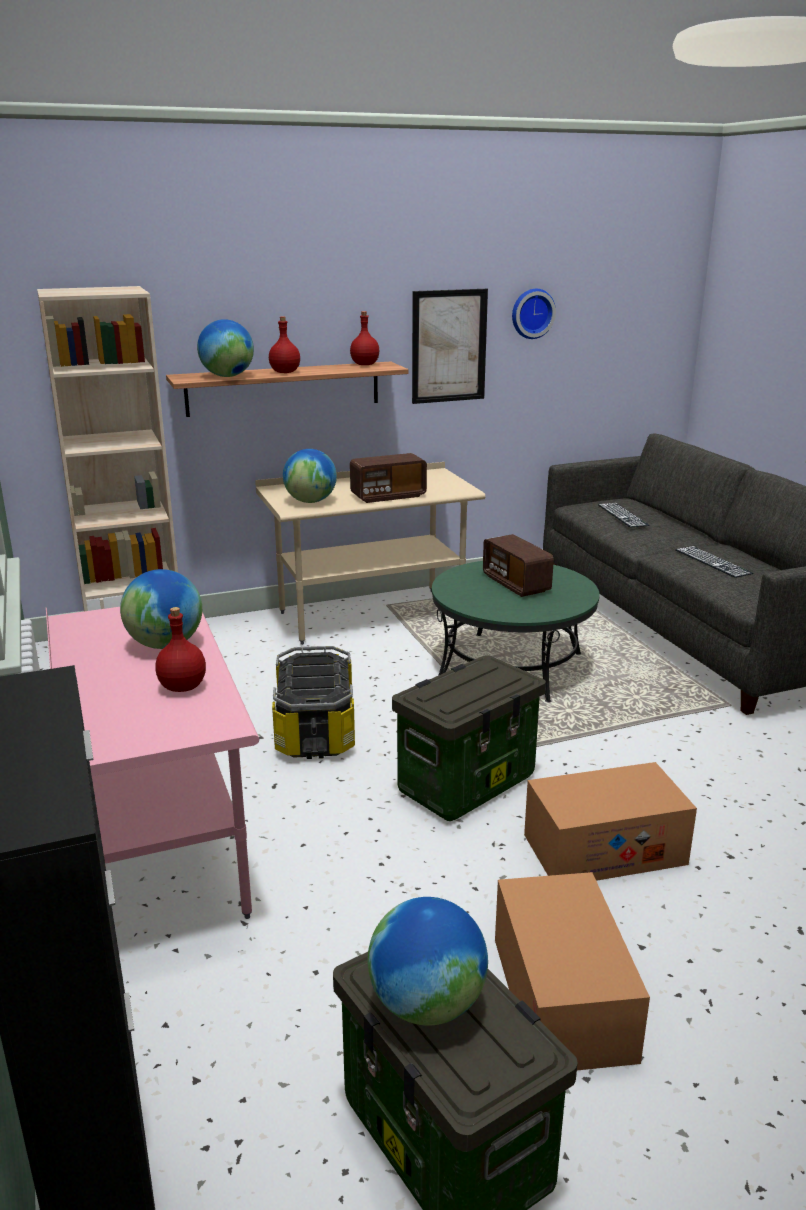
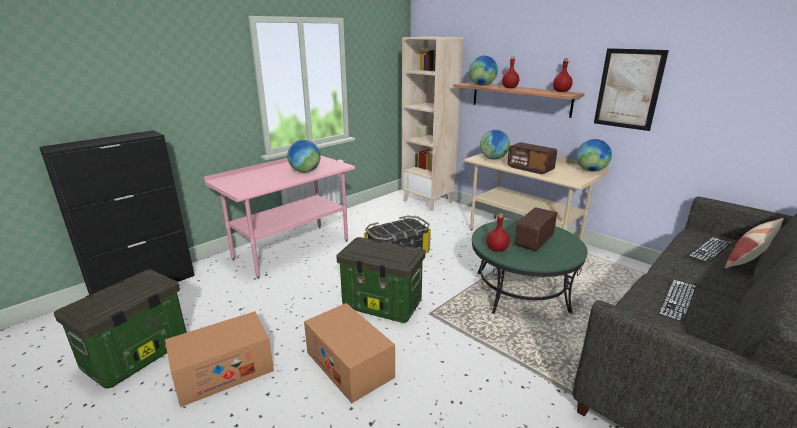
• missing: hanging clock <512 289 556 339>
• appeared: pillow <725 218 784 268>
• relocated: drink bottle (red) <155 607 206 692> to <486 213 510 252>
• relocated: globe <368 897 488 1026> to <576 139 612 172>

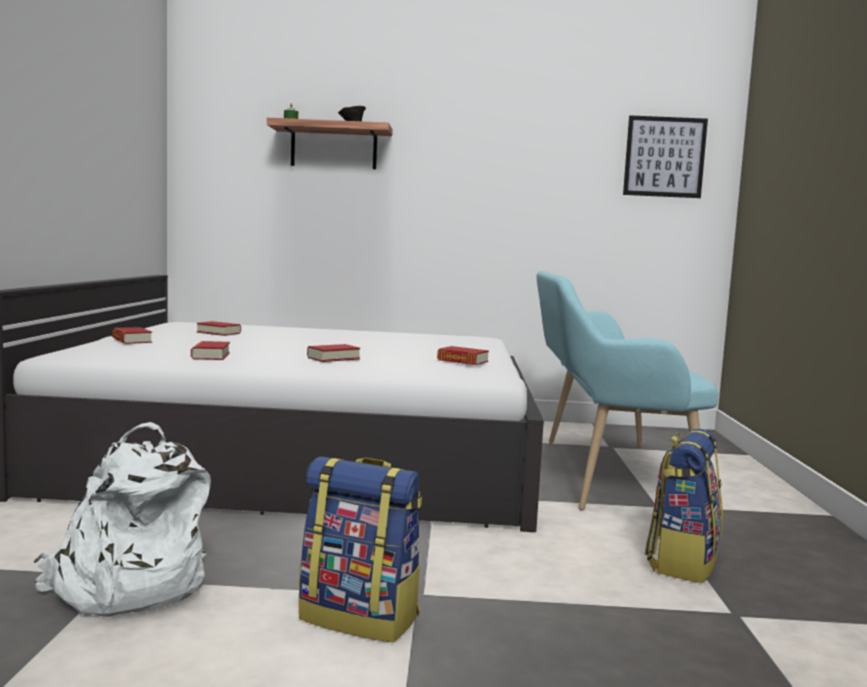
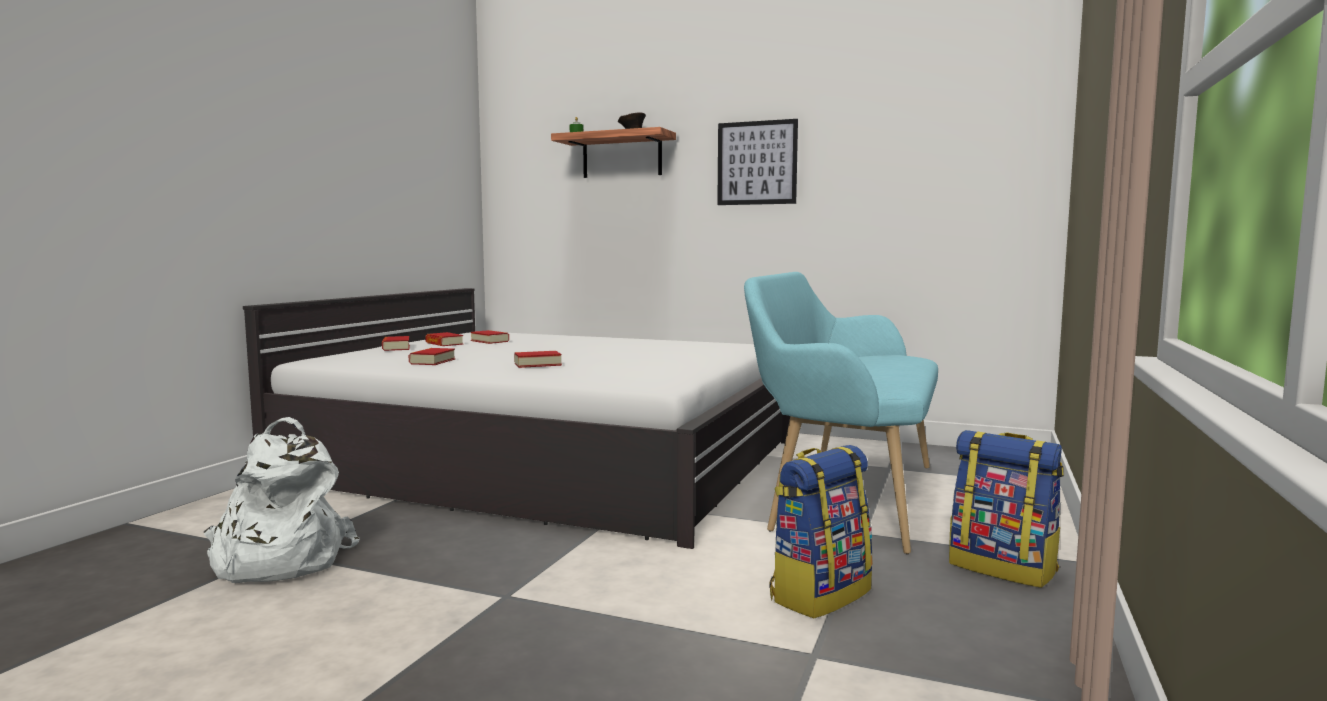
• relocated: backpack <299 457 422 643> to <949 430 1064 588>
• relocated: bound book <437 346 489 365> to <425 332 463 346>
• relocated: wall picture <623 116 708 198> to <717 119 798 205>

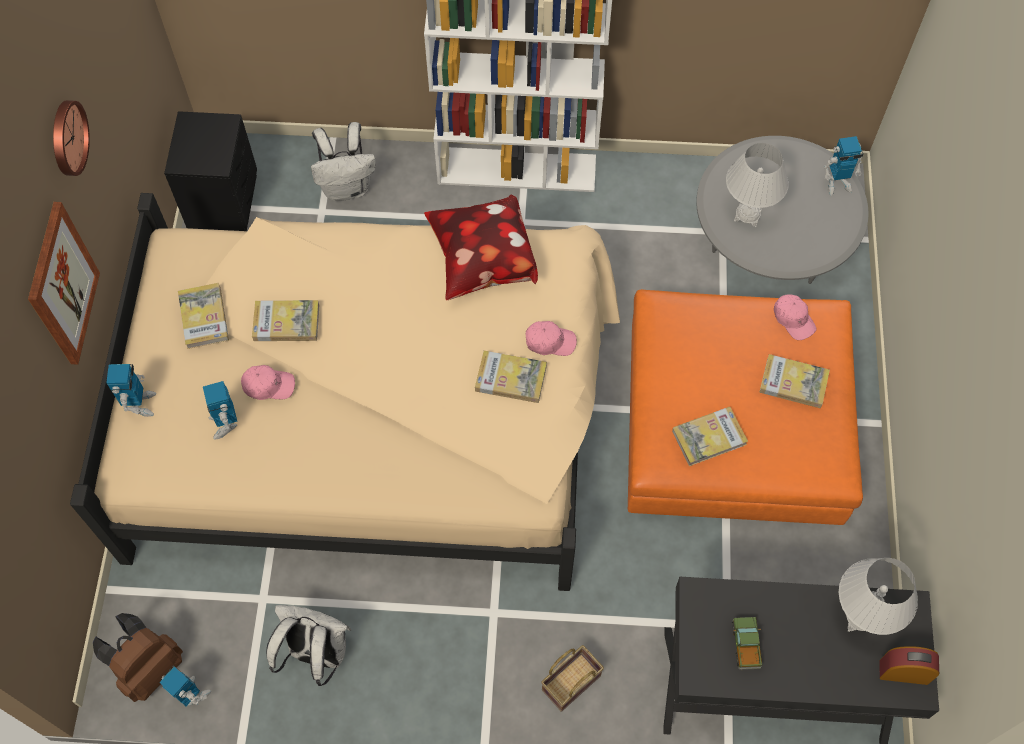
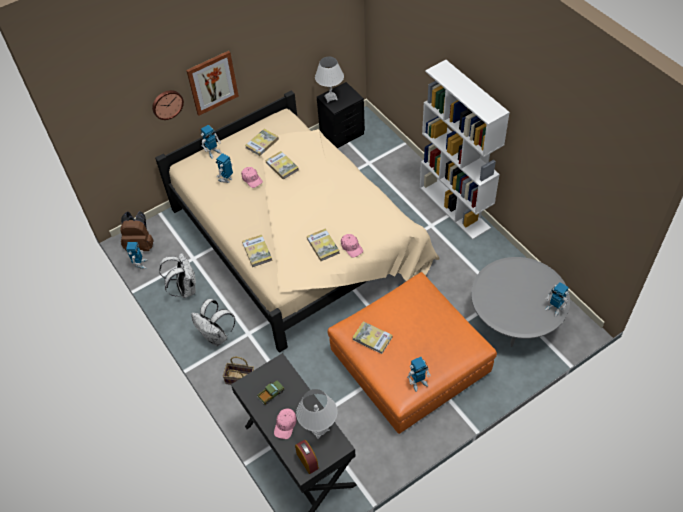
• missing: pillow <424 195 538 301>
• appeared: robot figure <407 357 431 392>
• relocated: hanging clock <53 100 90 176> to <152 90 184 120>
• relocated: backpack (whitish) <311 122 376 201> to <191 299 235 346>
• relocated: tabletop lamp (whitish) <726 143 789 227> to <315 57 344 103>
• relocated: bound book <760 354 830 408> to <242 235 273 267>
• relocated: cap (pink-coloured) <774 295 816 340> to <274 409 297 439>

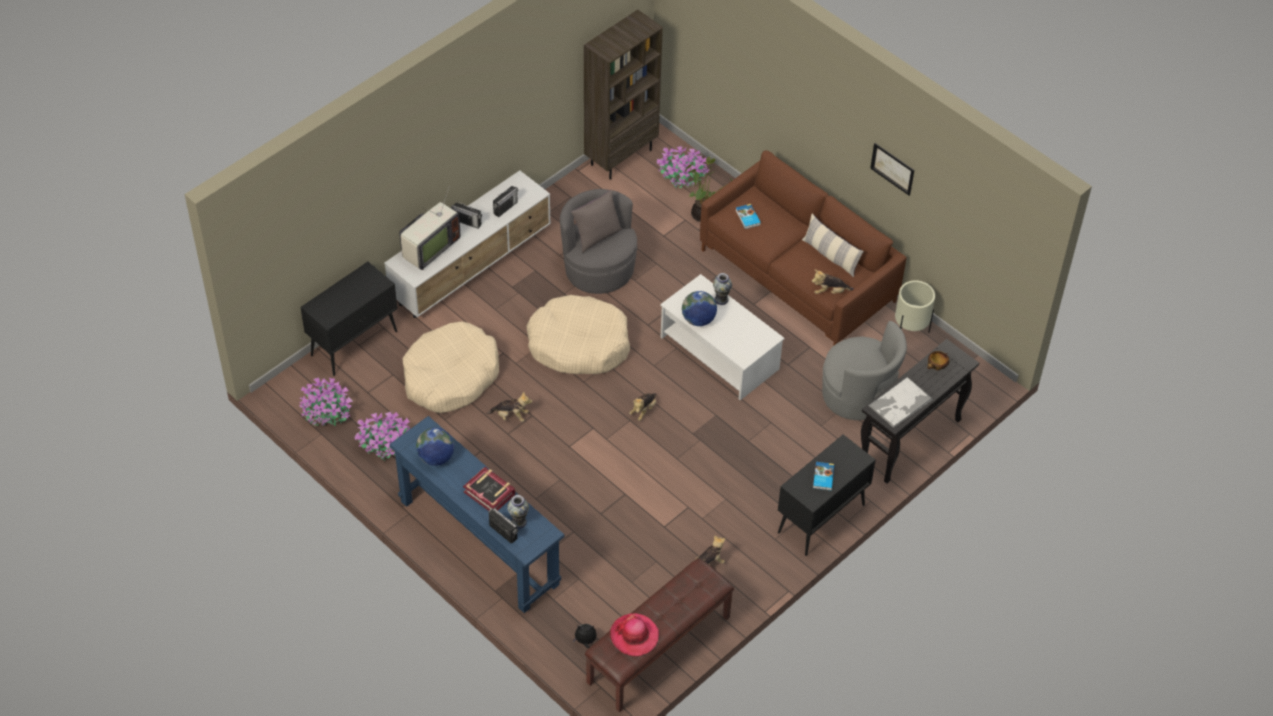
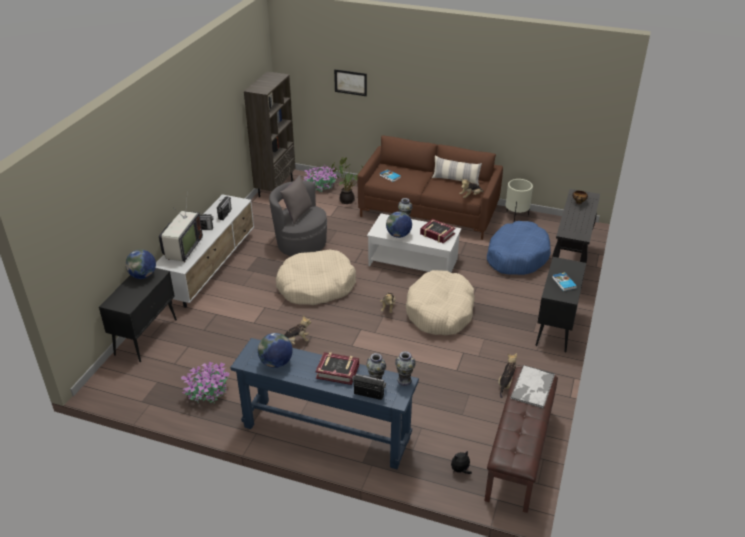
• missing: potted plant <299 377 353 426>
• missing: wearable hat <610 613 659 656>
• appeared: globe <125 250 156 279>
• appeared: vase <395 351 416 386>
• appeared: bound book <420 219 456 243>
• relocated: dog bed (sand-coloured) <403 321 499 413> to <406 270 475 335>
• relocated: serving tray <869 377 933 428> to <511 365 555 408>
• relocated: wall picture <870 143 914 196> to <334 69 367 96>
• exchanged: lounge chair (greyish) <822 321 907 420> to dog bed (blue) <487 221 551 275>

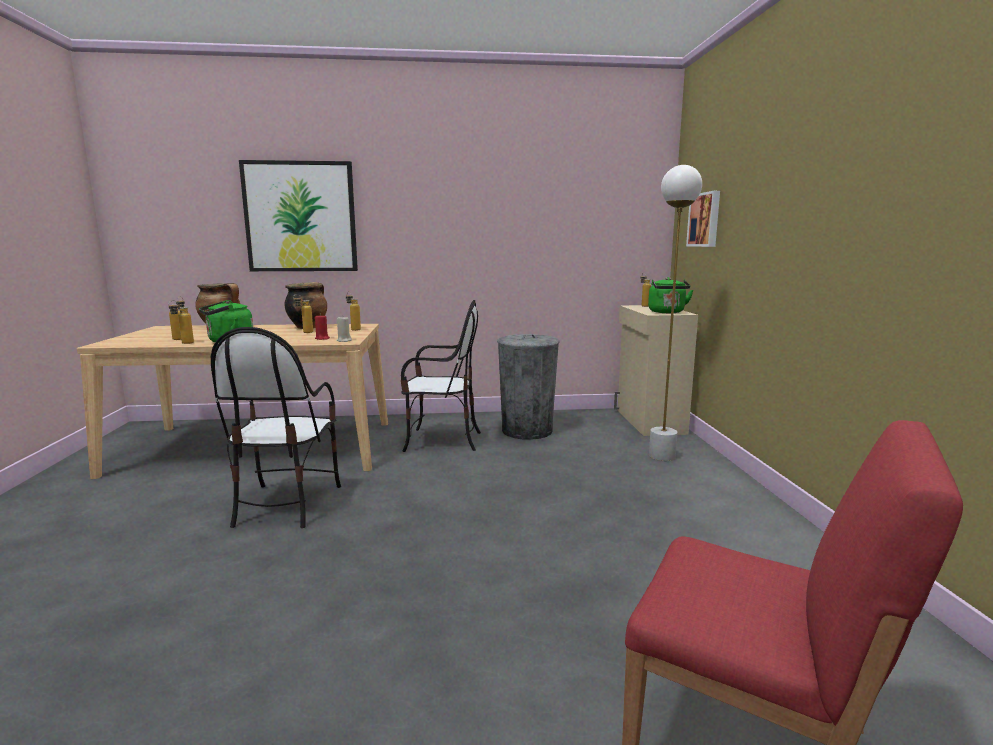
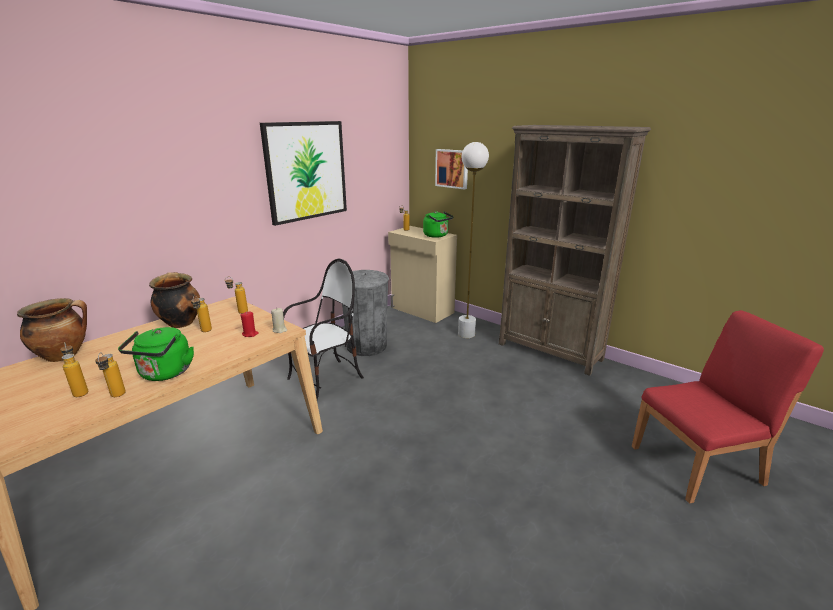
• missing: upright chair <211 327 341 528>
• appeared: bookshelf (brownish) <499 125 651 376>
• relocated: wall picture <239 160 358 271> to <260 121 347 226>

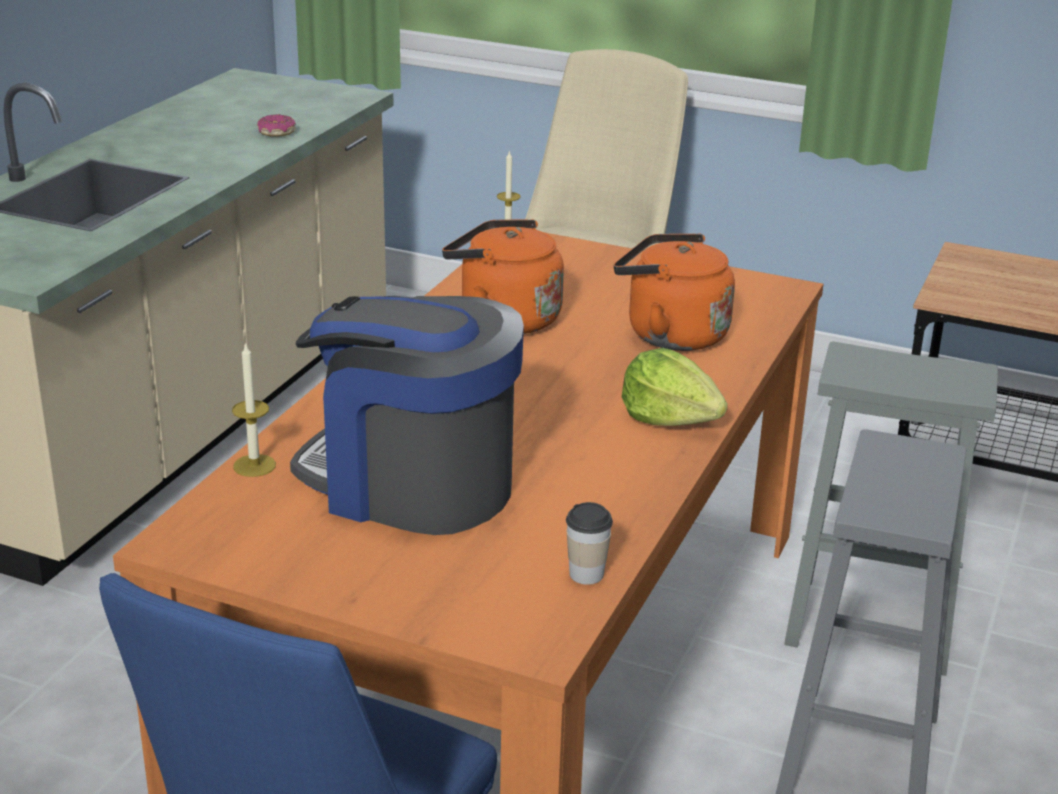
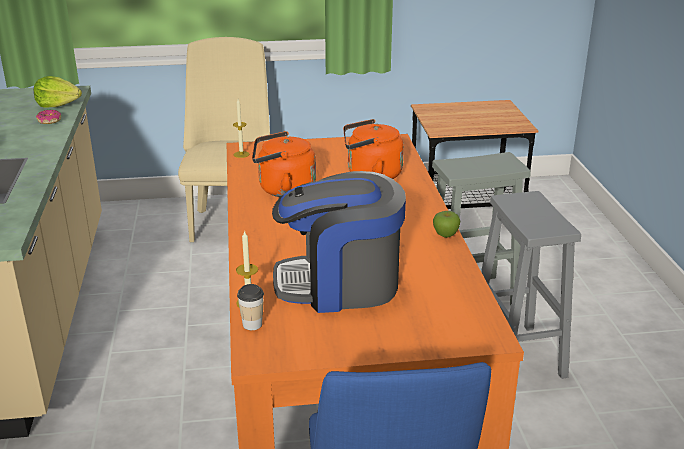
• appeared: apple <433 211 460 238>
• relocated: drinking cup <566 502 613 585> to <237 284 264 330>
• relocated: head of lettuce <622 348 728 426> to <34 76 82 108>

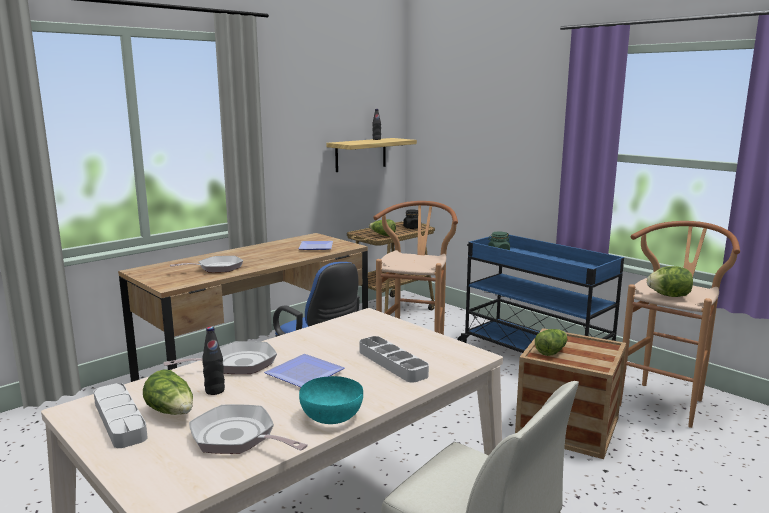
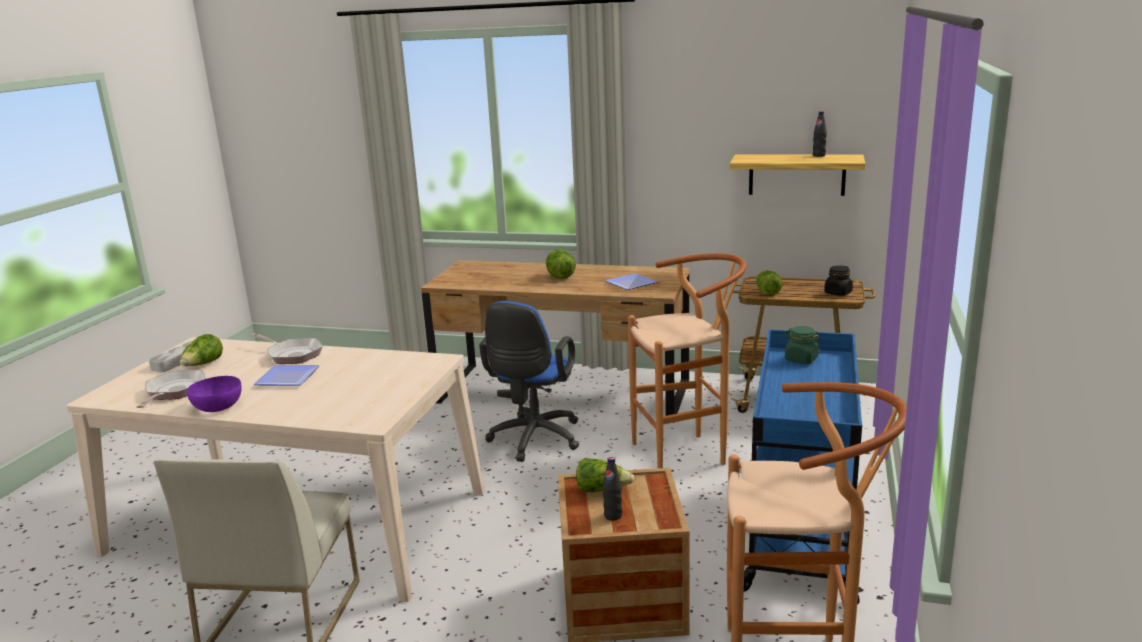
• missing: frying pan <170 256 243 272>
• missing: serving tray (greyish) <359 336 429 383>
• relocated: drink bottle (black-coloured) <202 327 225 395> to <603 457 622 521>
• relocated: head of lettuce <647 266 693 297> to <546 249 576 279>
• colour: bowl (turquoise-coloured) <299 376 363 424> to bowl (purplish) <187 376 242 412>

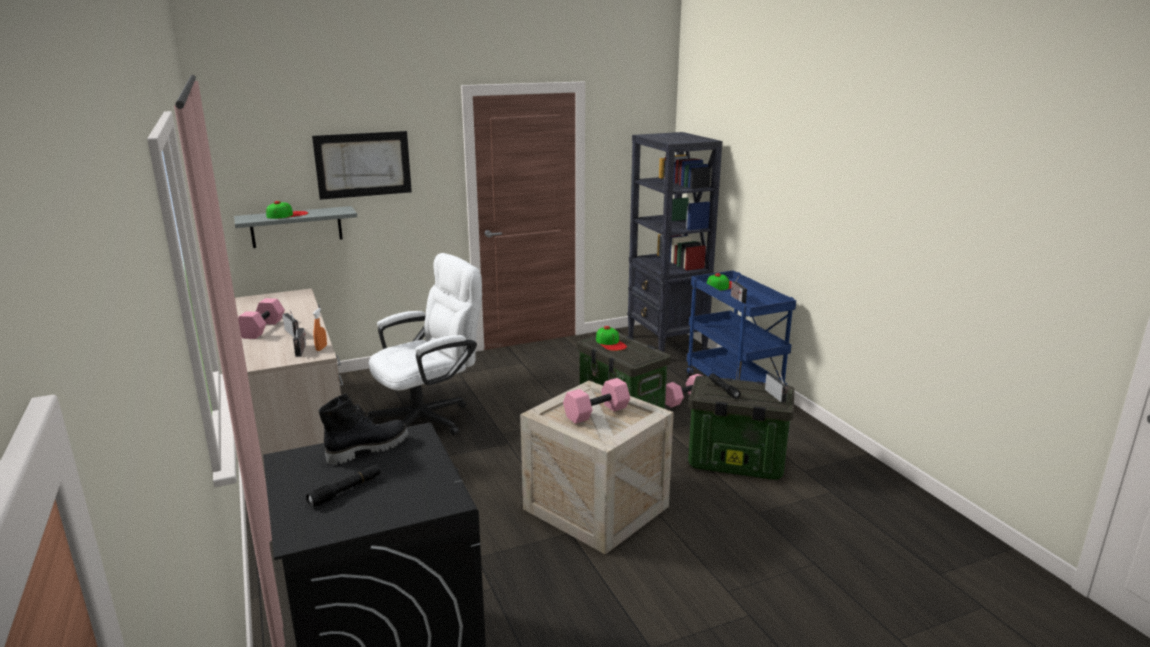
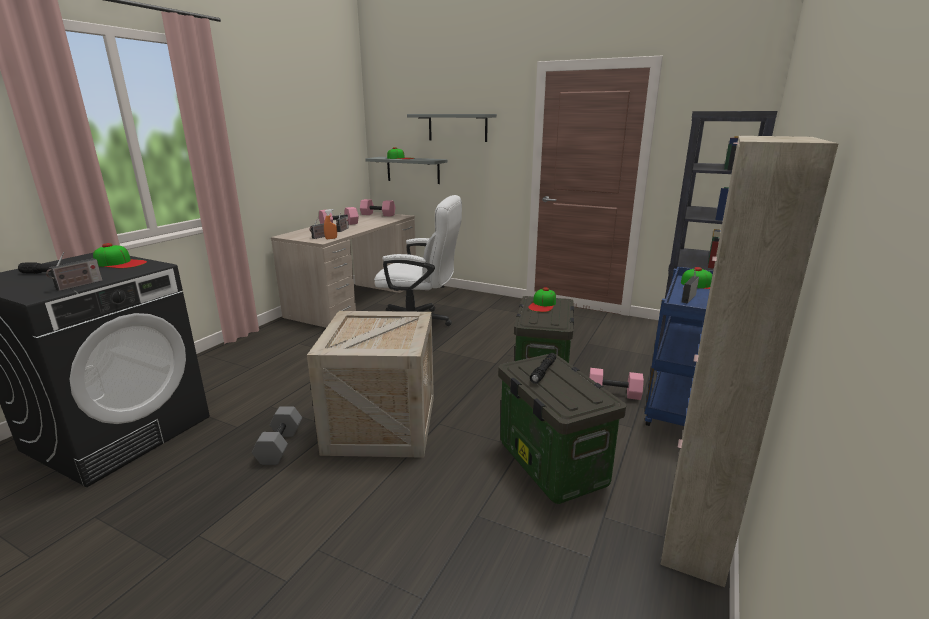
• appeared: dumbbell (greyish) <252 406 302 465>
• appeared: storage cabinet (sand-coloured) <661 136 839 587>
• relocated: dumbbell (pink-coloured) <563 378 630 424> to <360 199 395 217>
• relocated: radio <765 372 788 403> to <46 252 103 291>
• exchanged: wall picture <312 131 412 200> to shelf (greyish) <407 114 497 142>
• exchanged: tall boot (black-coloured) <318 393 409 465> to cap <93 243 147 268>

